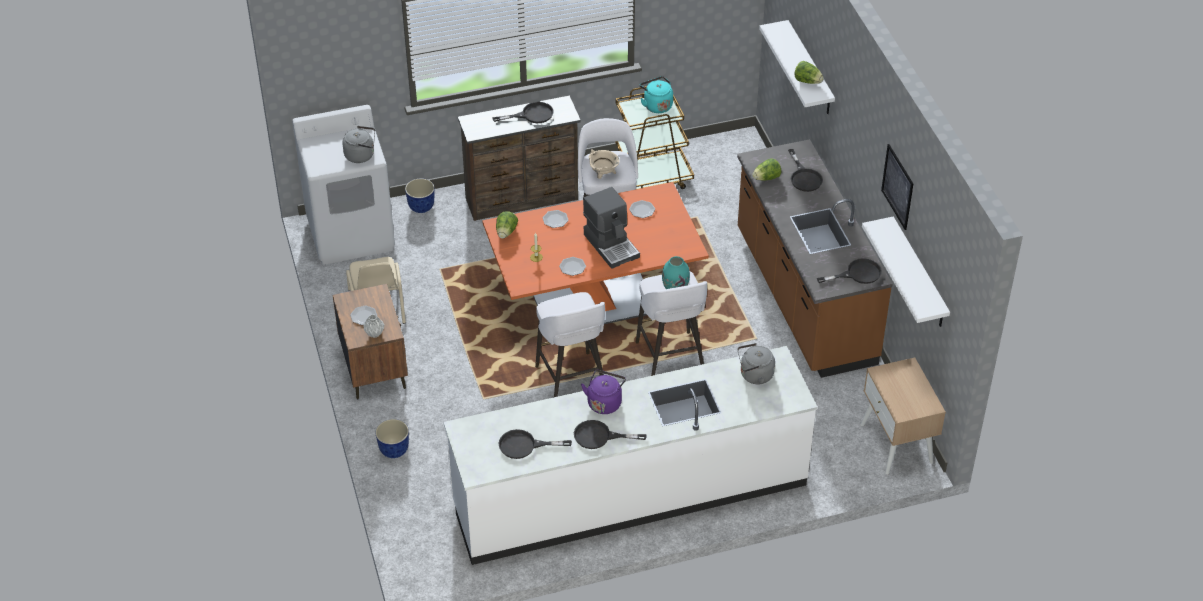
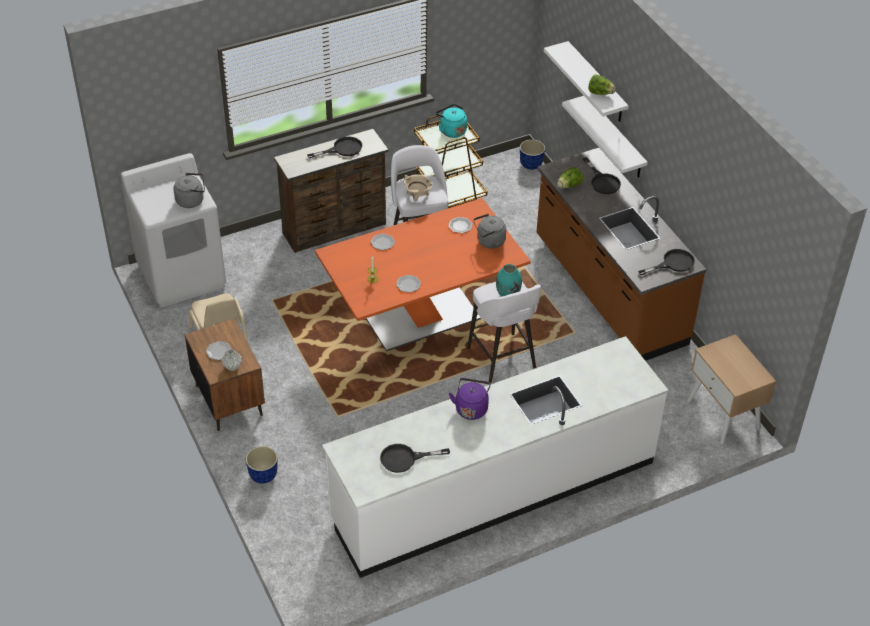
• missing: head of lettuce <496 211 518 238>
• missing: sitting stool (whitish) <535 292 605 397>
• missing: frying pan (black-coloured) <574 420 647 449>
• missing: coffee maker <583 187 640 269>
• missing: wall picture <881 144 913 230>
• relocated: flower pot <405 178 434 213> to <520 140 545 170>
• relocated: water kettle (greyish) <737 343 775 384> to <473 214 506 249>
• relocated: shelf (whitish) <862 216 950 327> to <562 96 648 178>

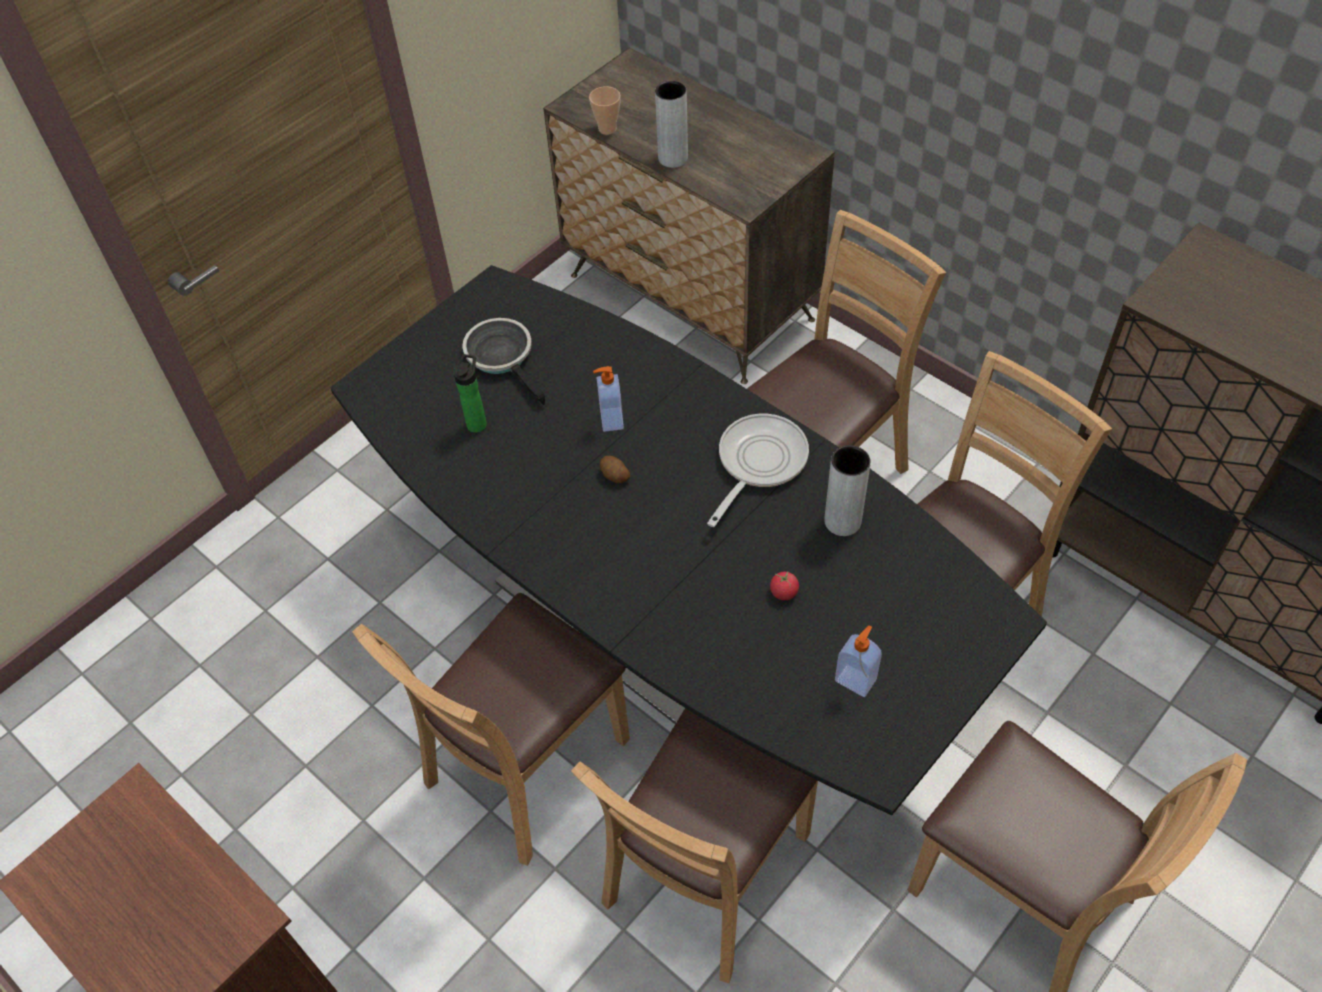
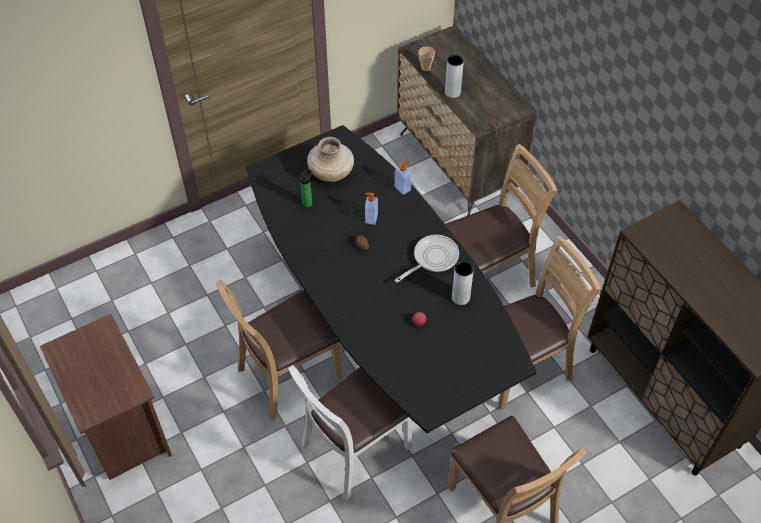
• relocated: liquid soap bottle <835 625 882 697> to <394 161 412 195>
• exchanged: frying pan <462 318 545 405> to vase (sand-coloured) <307 137 354 182>
• colour: upright chair (brownish) <571 708 818 983> to upright chair (whitish) <288 365 413 501>

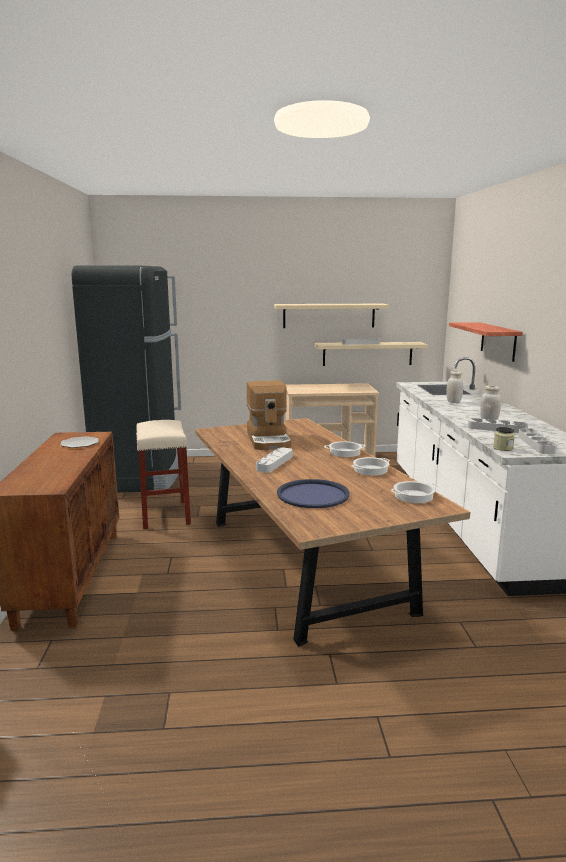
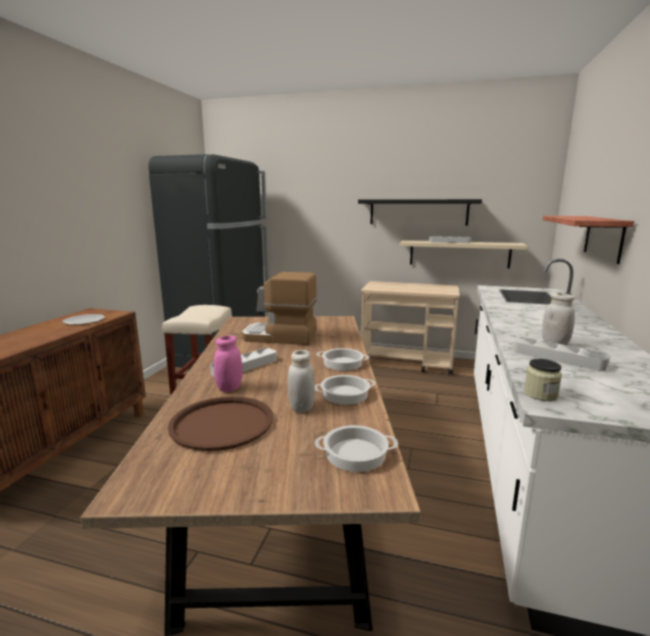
• missing: serving tray (greyish) <518 429 557 454>
• appeared: preserve jar (pink-coloured) <214 335 242 392>
• relocated: preserve jar (whitish) <446 371 463 403> to <288 350 315 413>
• colour: shelf (sand-coloured) <274 304 389 328> to shelf (black-coloured) <358 199 482 226>
• colour: serving tray (blue) <277 479 350 508> to serving tray (brownish) <168 396 273 451>
• spun: coffee maker <246 380 291 450> = <242 272 317 345> 90 degrees clockwise

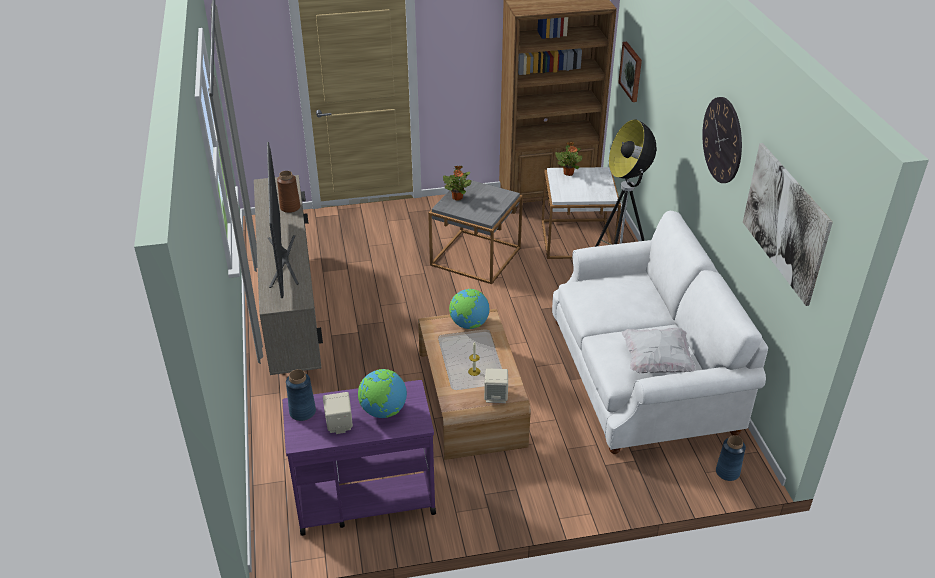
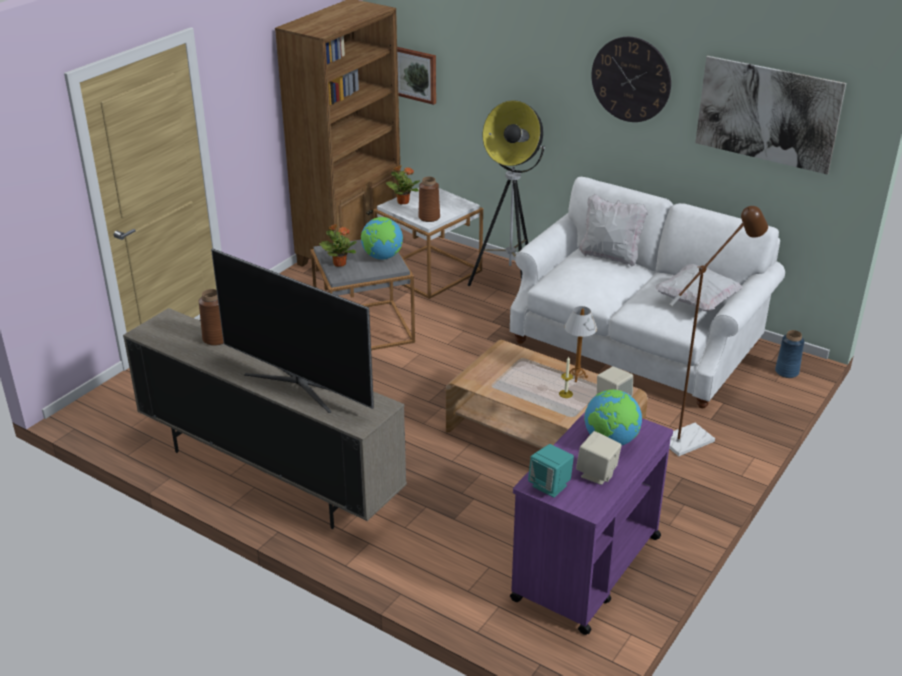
• appeared: vase (brownish) <418 177 440 222>
• appeared: tabletop lamp <565 306 597 382>
• appeared: pillow (whitish) <579 194 648 266>
• appeared: standing lamp (brownish) <669 206 768 456>
• relocated: globe <449 289 489 329> to <361 217 403 260>
• exchanged: vase (blue) <286 369 316 421> to loudspeaker (turquoise-coloured) <528 444 574 498>

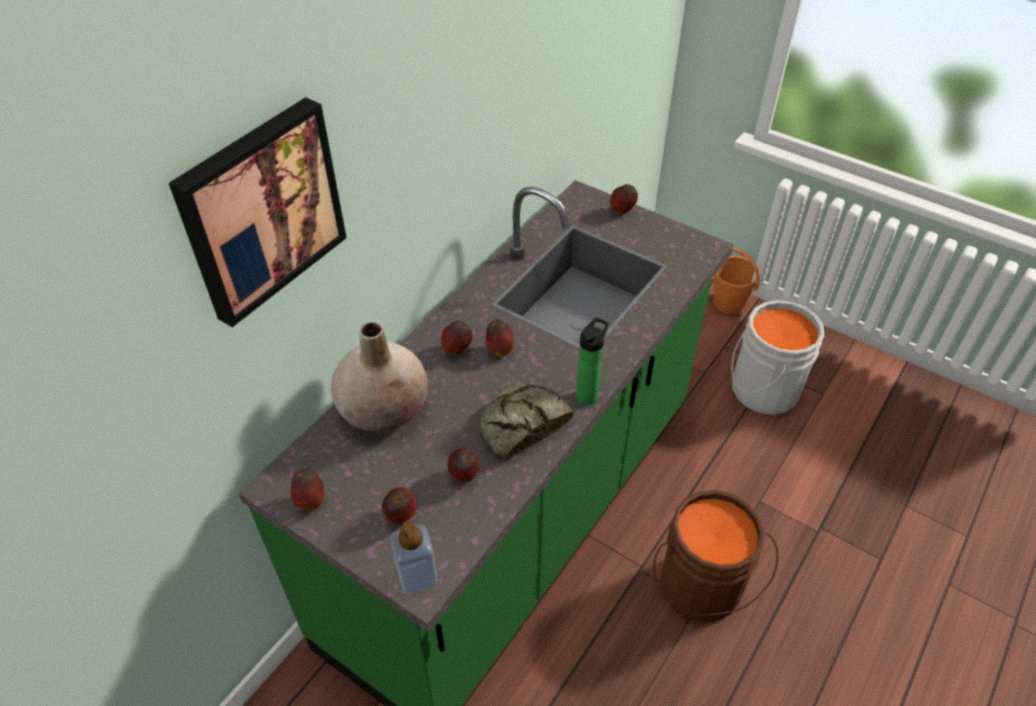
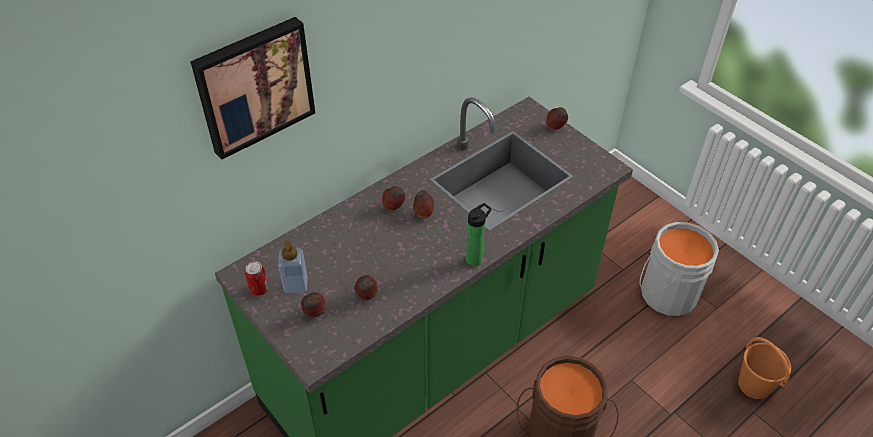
• missing: vase (sand-coloured) <331 322 428 432>
• missing: bakery bread <479 384 573 461>
• relocated: liquid soap bottle <390 520 437 595> to <278 240 308 293>
• relocated: pail (orange-coloured) <713 248 760 314> to <738 337 791 399>
• exchanged: apple <290 468 324 511> to metal can <245 261 268 296>

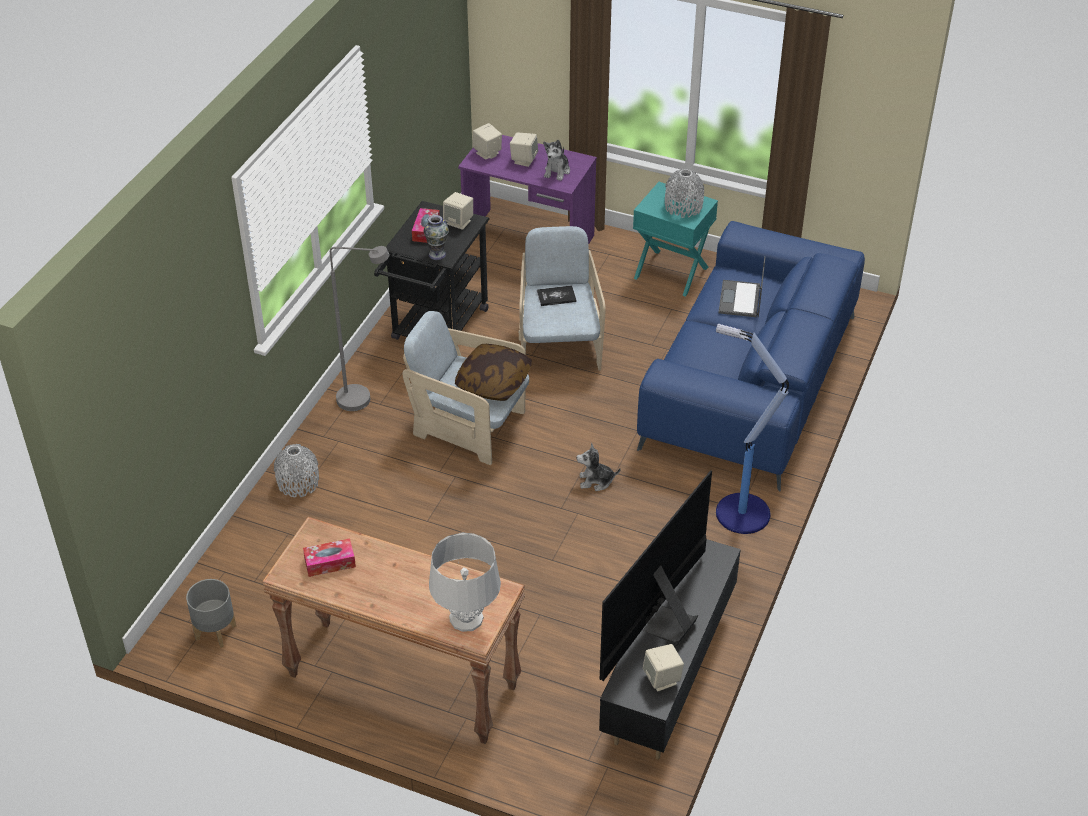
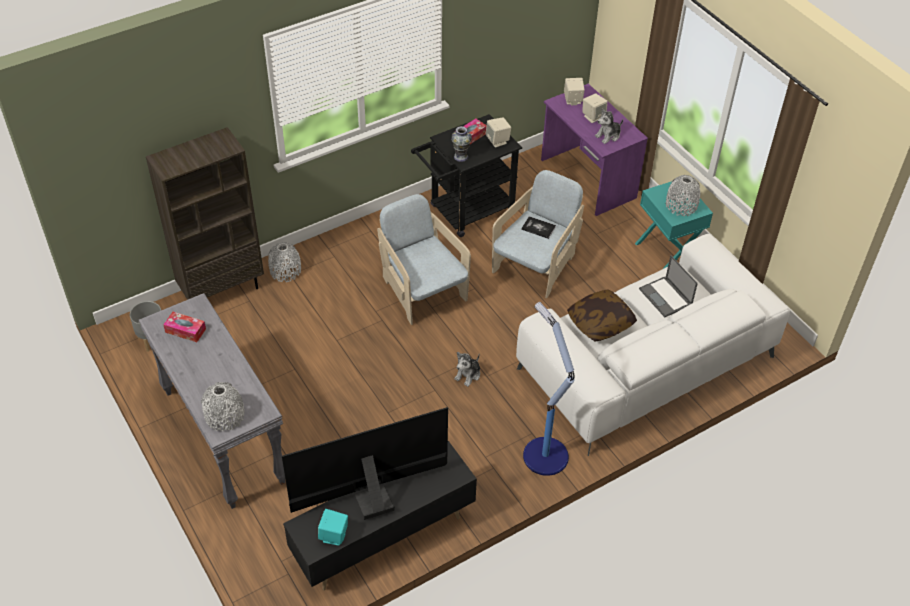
• missing: standing lamp (greyish) <330 246 389 411>
• appeared: bookshelf (brownish) <146 127 264 300>
• relocated: pillow <455 344 532 401> to <567 290 637 342>
• exchanged: tabletop lamp (greyish) <429 532 501 632> to vase (greyish) <201 382 244 431>
• colour: console table (brownish) <262 517 525 744> to console table (greyish) <139 293 285 509>
• colour: settee (blue) <637 221 865 492> to settee (whitish) <516 234 790 456>
• colour: loudspeaker (sand-coloured) <643 644 684 691> to loudspeaker (turquoise-coloured) <318 509 348 546>
• spun: cuddly toy <576 443 621 491> = <454 352 480 387> 90 degrees counterclockwise
• spun: notebook computer <718 256 766 317> = <639 255 698 317> 75 degrees counterclockwise

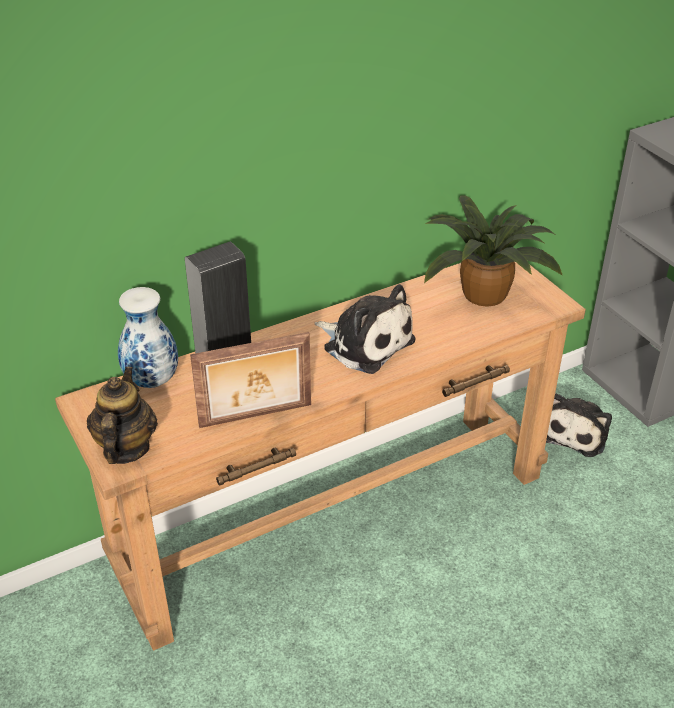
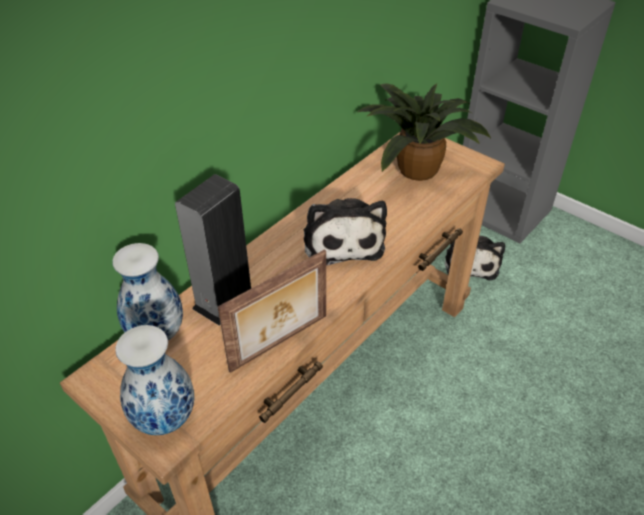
• exchanged: pot for tea <87 367 158 464> to vase <115 325 195 435>
• spun: cuddly toy <315 284 416 374> = <304 198 387 266> 60 degrees clockwise

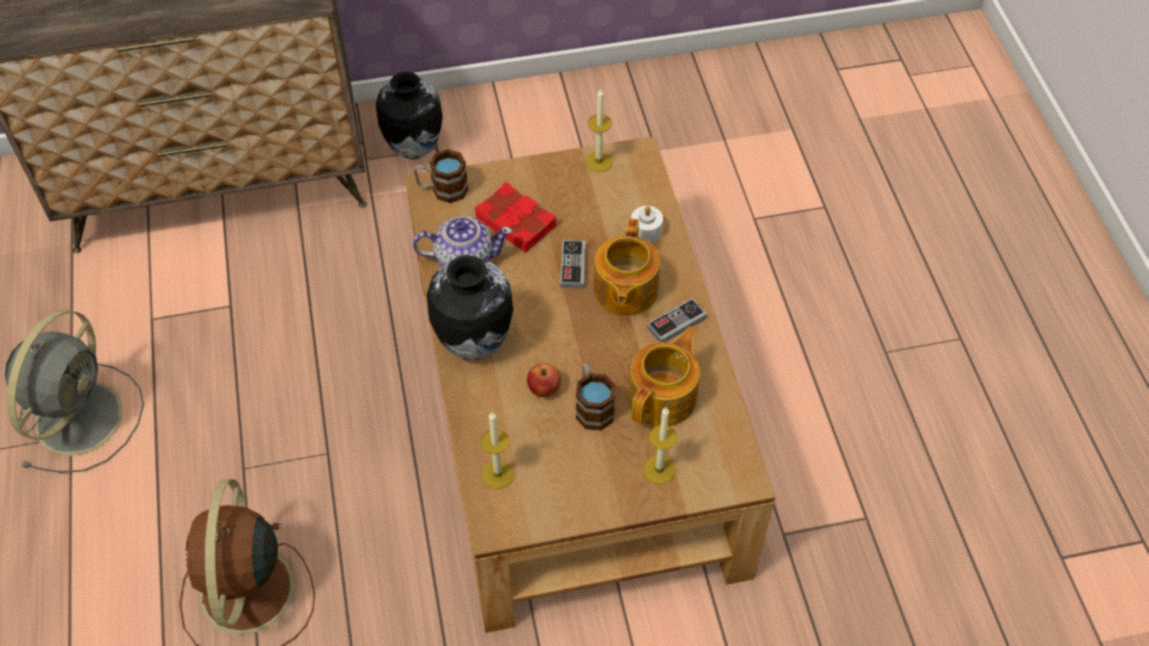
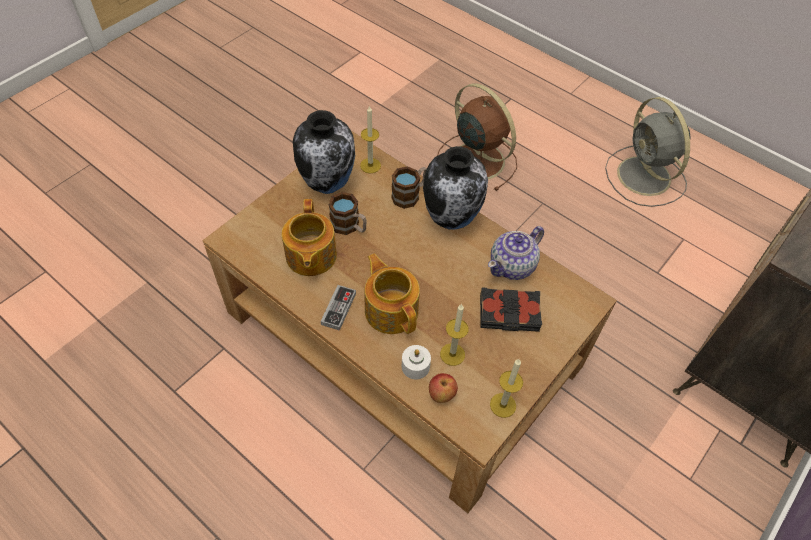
• missing: gamepad <560 240 586 289>
• relocated: vase <376 72 443 159> to <293 110 355 194>
• relocated: mug <414 149 468 203> to <391 166 426 209>
• relocated: apple <527 363 561 397> to <429 373 458 403>
• relocated: wax light <643 407 677 484> to <440 304 468 366>
• colour: bound book (red) <475 182 556 253> to bound book (black-coloured) <480 287 542 332>

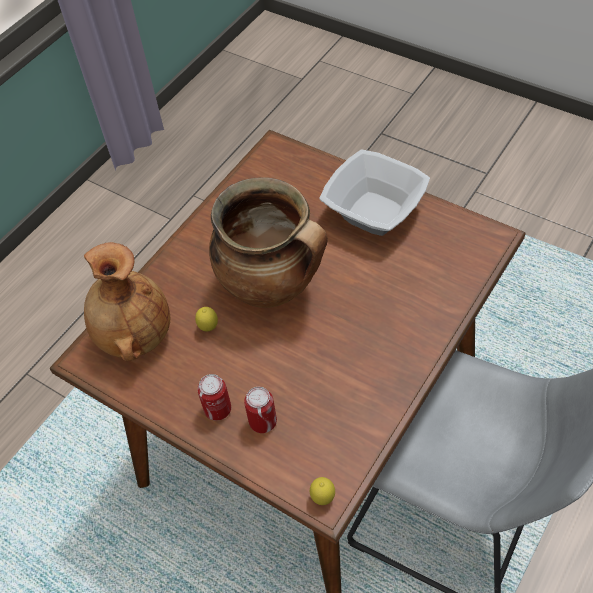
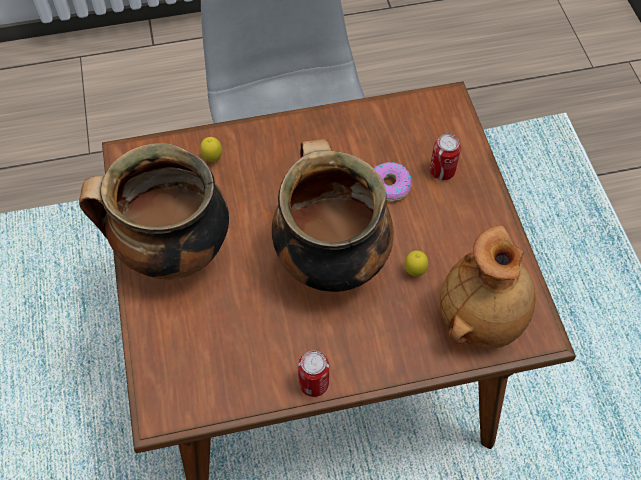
• appeared: ring doughnut <374 162 412 201>
• relocated: metal can <197 374 231 421> to <298 351 329 397>
• relocated: whole lemon <310 477 335 505> to <200 137 222 162>
• exchanged: bowl <320 150 430 236> to stockpot <79 143 229 279>

